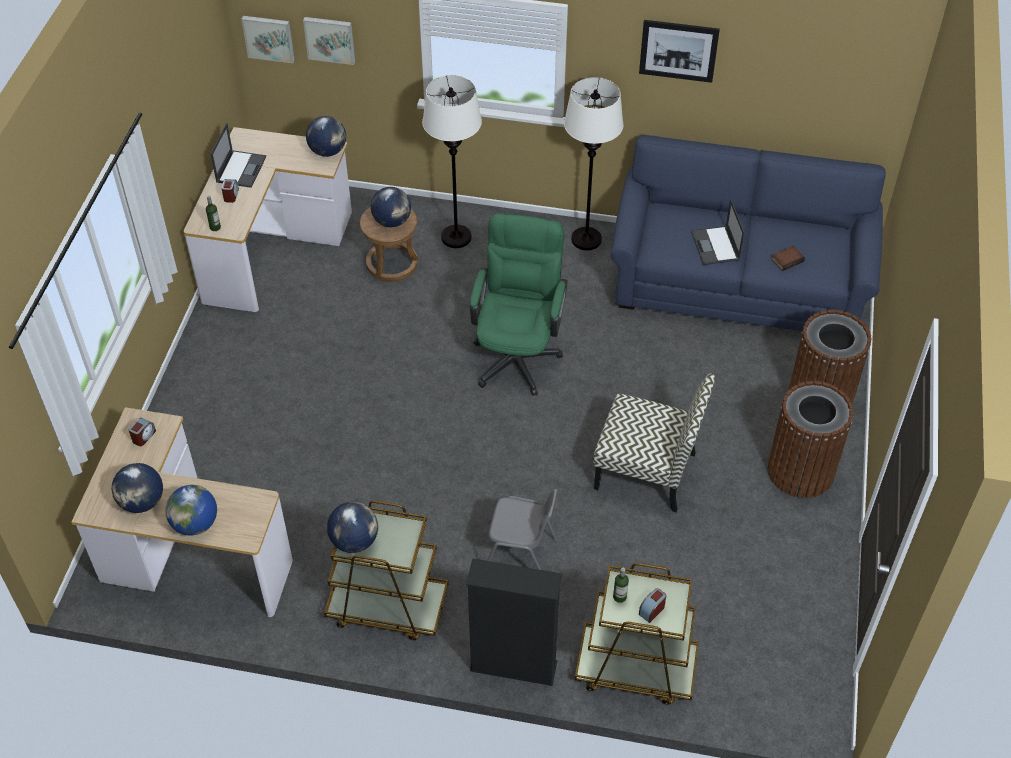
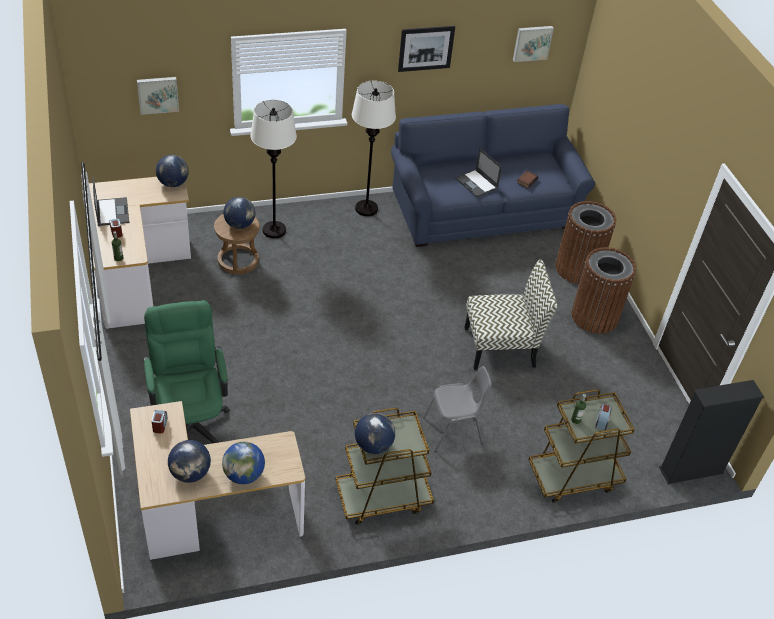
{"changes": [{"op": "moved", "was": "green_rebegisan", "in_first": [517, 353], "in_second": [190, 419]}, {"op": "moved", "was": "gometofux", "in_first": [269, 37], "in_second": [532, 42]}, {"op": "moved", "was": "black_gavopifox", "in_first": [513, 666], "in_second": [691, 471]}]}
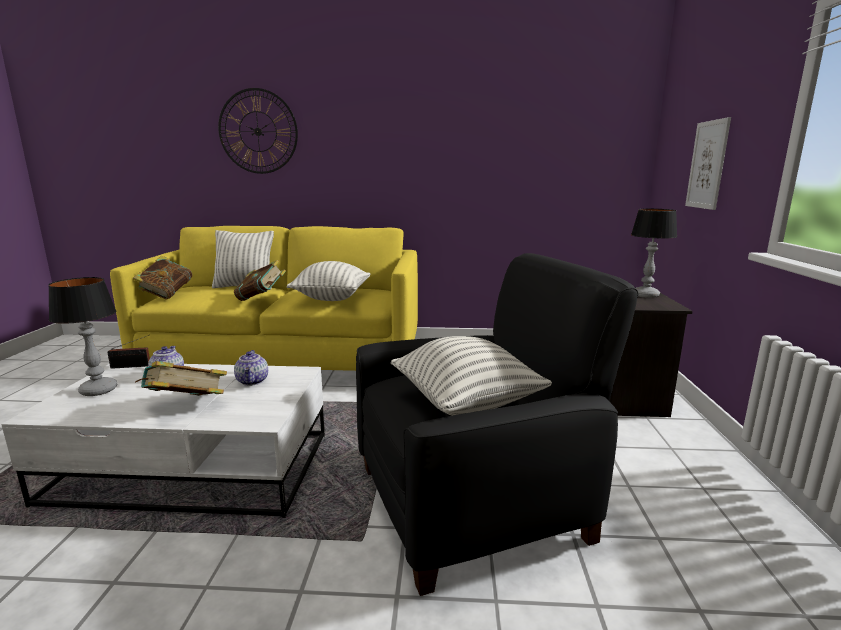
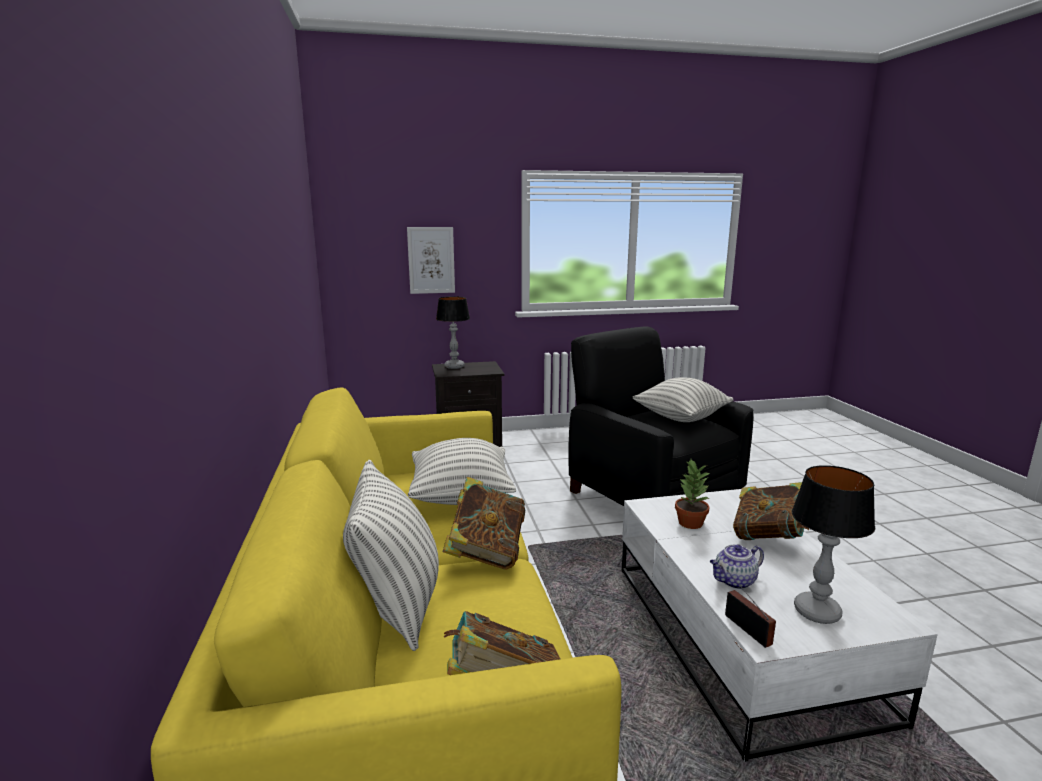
{"changes": [{"op": "replaced", "was": "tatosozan", "now": "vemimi", "in_first": [253, 381], "in_second": [690, 522]}, {"op": "removed", "was": "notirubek", "in_first": [258, 131]}]}
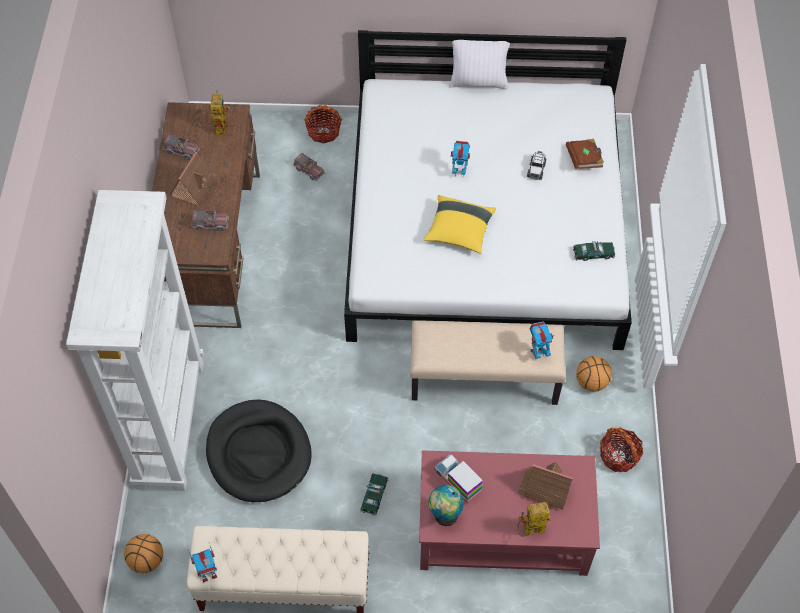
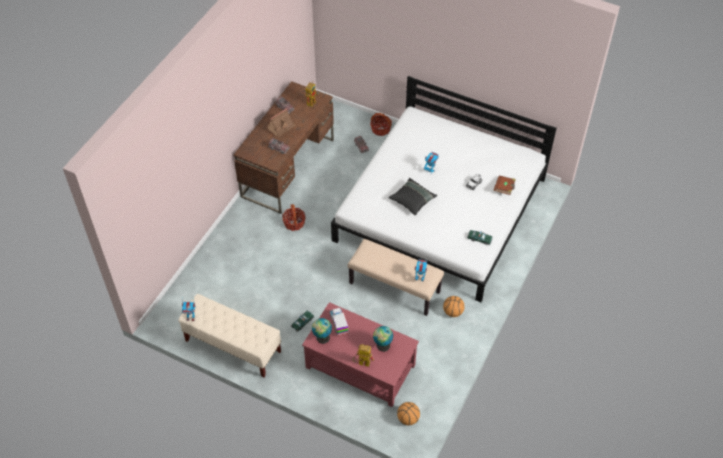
{"changes": [{"op": "moved", "was": "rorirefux", "in_first": [619, 456], "in_second": [294, 223]}, {"op": "replaced", "was": "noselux", "now": "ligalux", "in_first": [545, 488], "in_second": [382, 346]}, {"op": "recoloured", "was": "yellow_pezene", "now": "black_pezene", "in_first": [459, 231], "in_second": [412, 201]}, {"op": "moved", "was": "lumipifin", "in_first": [146, 560], "in_second": [407, 418]}, {"op": "removed", "was": "white_gavopifox", "in_first": [169, 423]}, {"op": "removed", "was": "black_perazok", "in_first": [258, 453]}, {"op": "removed", "was": "white_pezene", "in_first": [478, 82]}]}
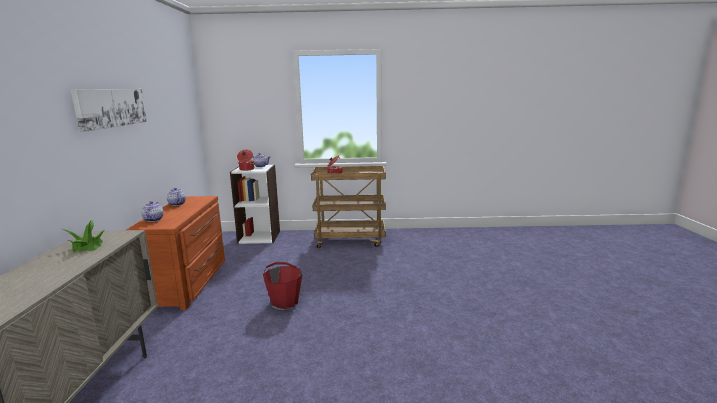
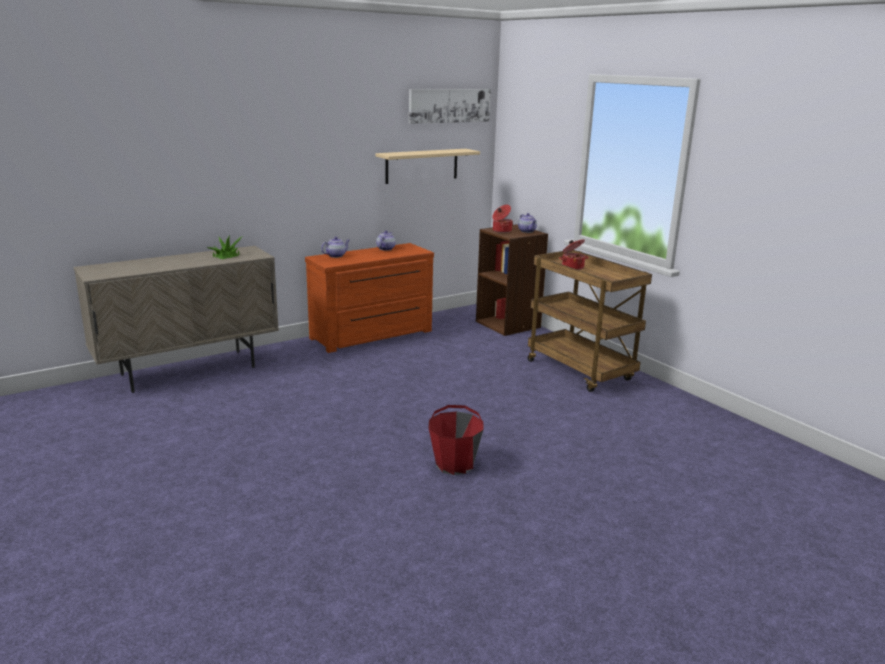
{"changes": [{"op": "added", "now": "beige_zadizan", "in_second": [422, 166]}, {"op": "moved", "was": "gometofux", "in_first": [111, 107], "in_second": [449, 105]}, {"op": "moved", "was": "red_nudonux", "in_first": [284, 303], "in_second": [454, 464]}, {"op": "recoloured", "was": "white_gavopifox", "now": "brown_gavopifox", "in_first": [259, 237], "in_second": [508, 324]}]}
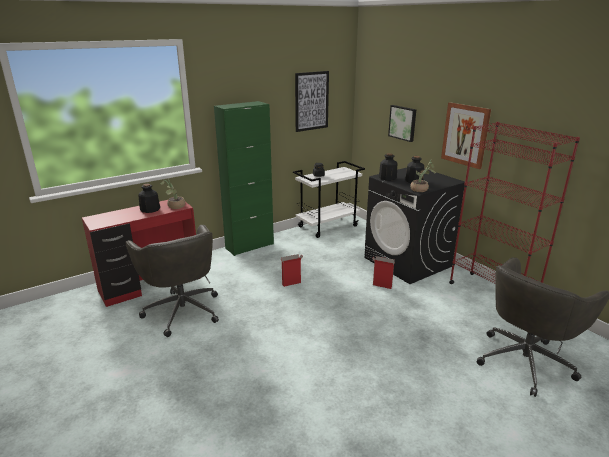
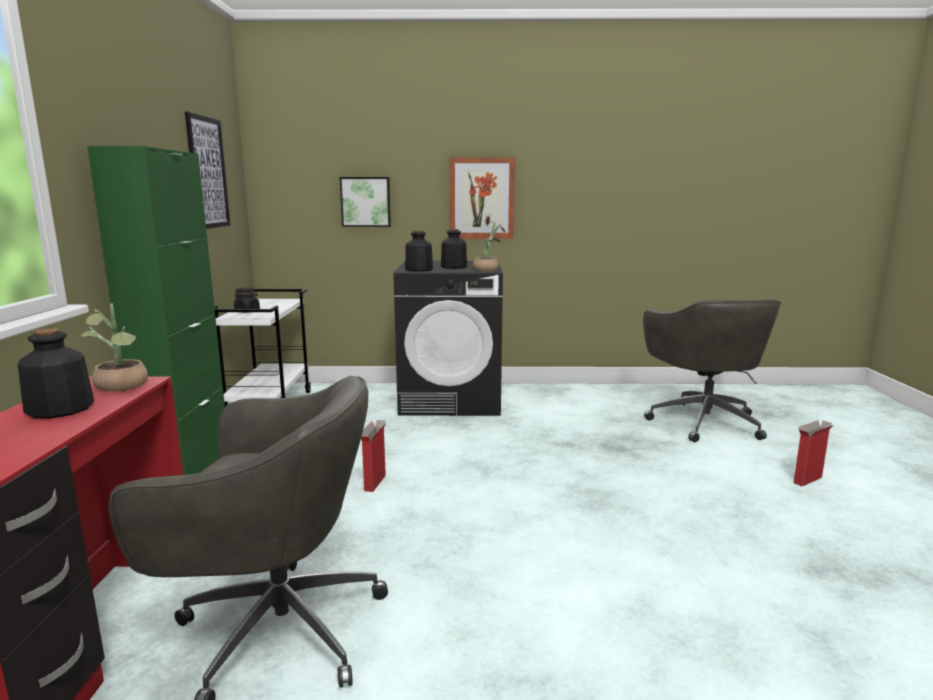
{"changes": [{"op": "moved", "was": "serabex", "in_first": [381, 285], "in_second": [807, 480]}, {"op": "removed", "was": "red_gavopifox", "in_first": [491, 294]}]}
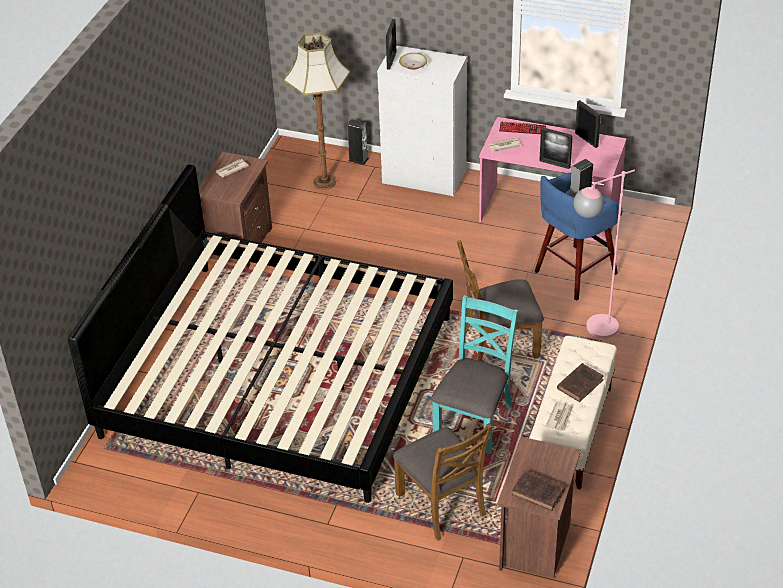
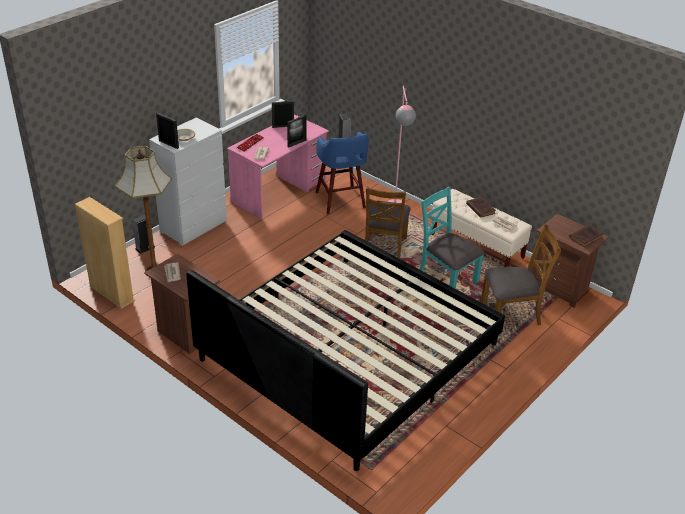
{"changes": [{"op": "added", "now": "beige_gavopifox", "in_second": [112, 293]}]}
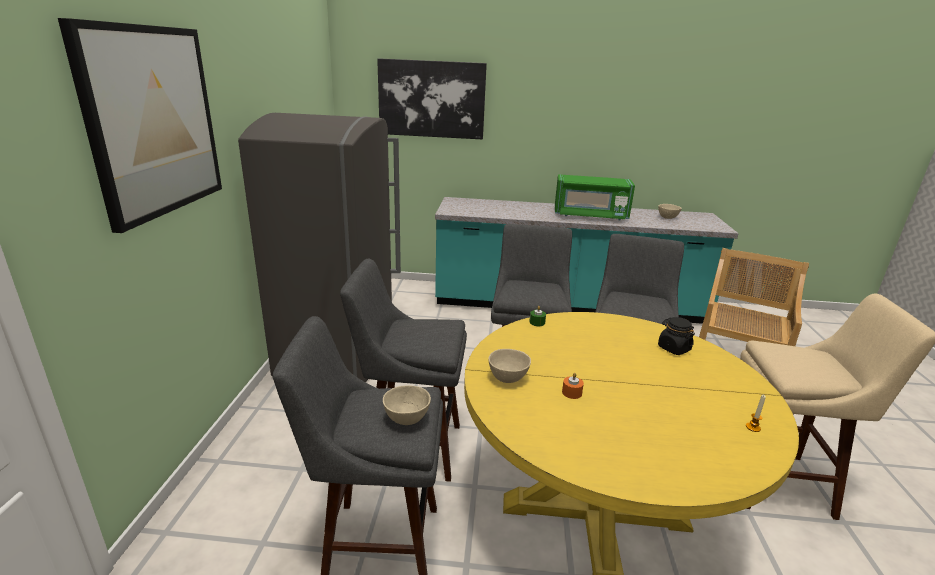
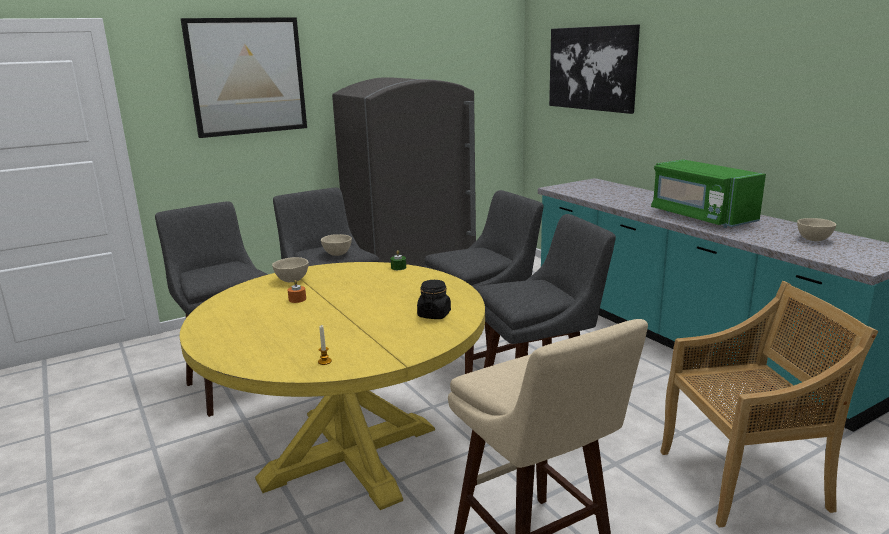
{"changes": [{"op": "moved", "was": "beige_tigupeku", "in_first": [406, 419], "in_second": [337, 254]}]}
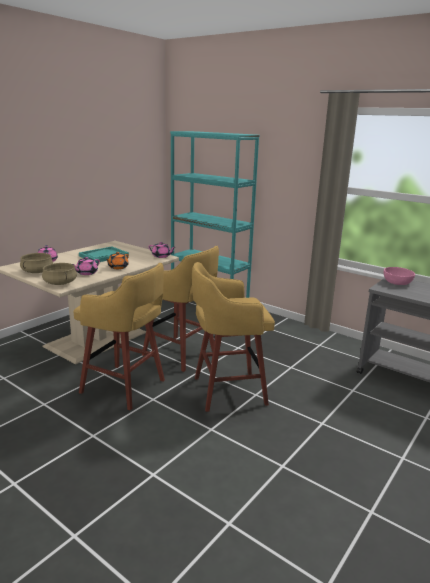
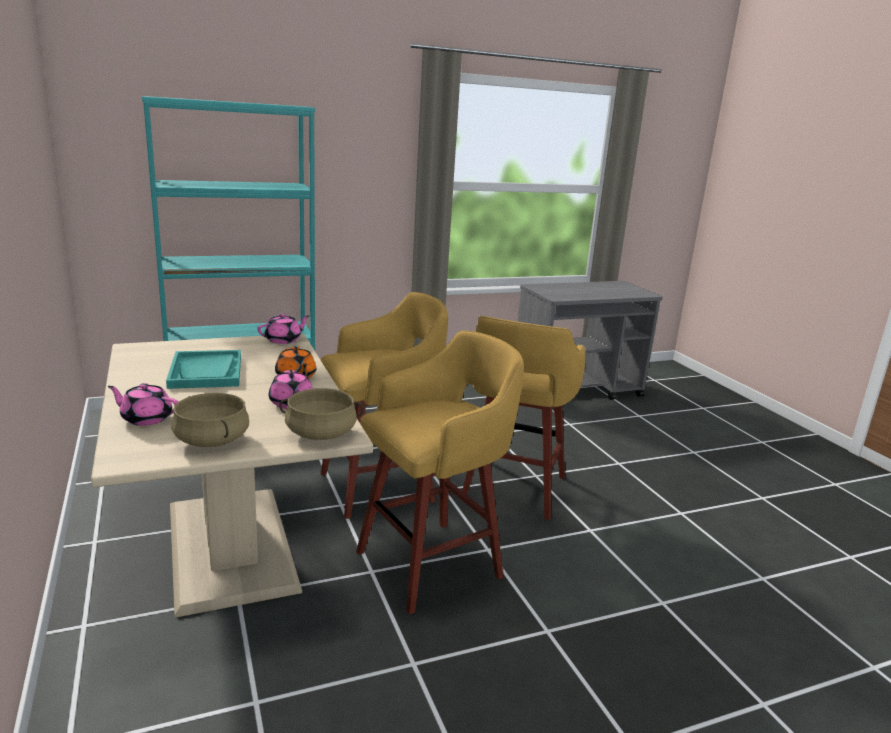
{"changes": [{"op": "removed", "was": "pink_tigupeku", "in_first": [397, 282]}]}
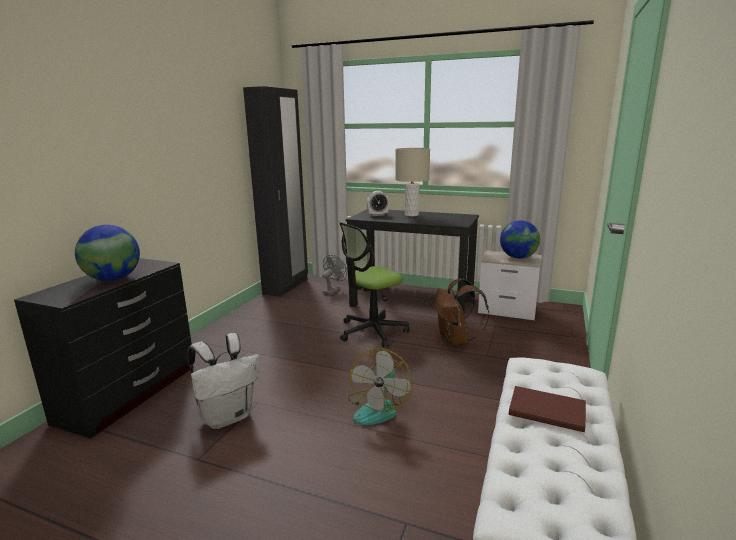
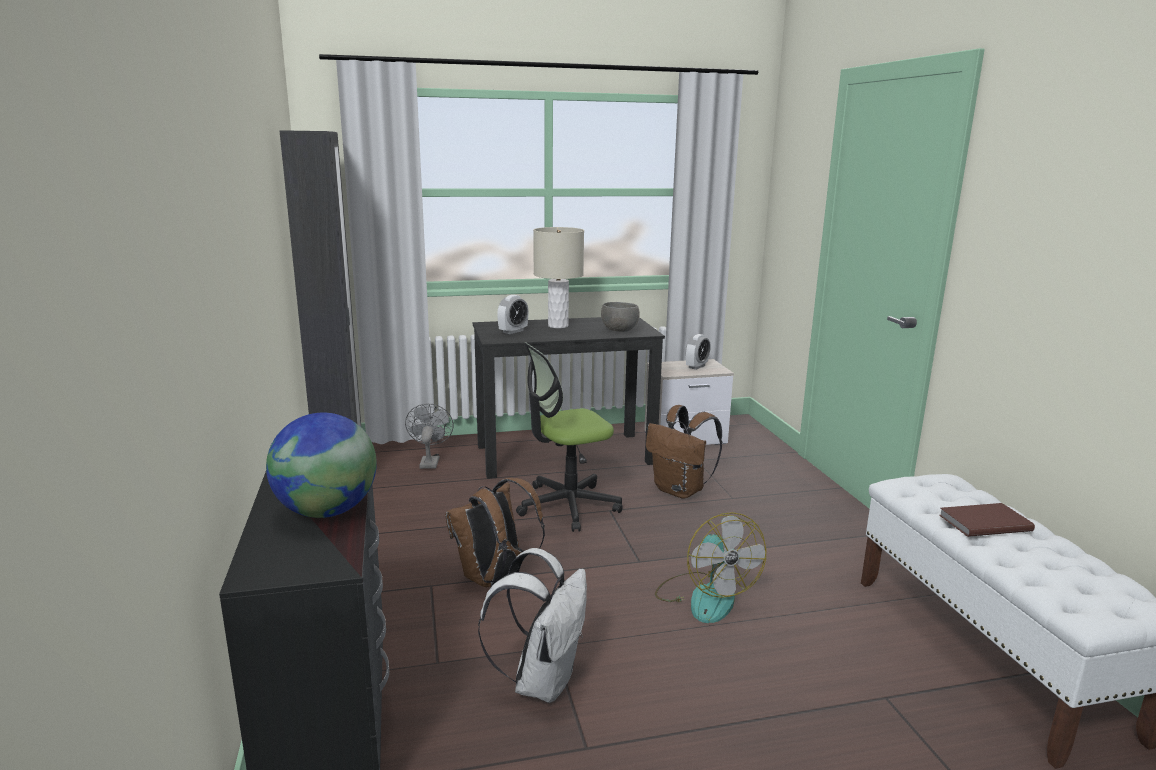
{"changes": [{"op": "added", "now": "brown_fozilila", "in_second": [494, 578]}, {"op": "turned", "was": "rebegisan", "in_first": [372, 331], "in_second": [568, 505], "clockwise": 45}, {"op": "added", "now": "grey_tigupeku", "in_second": [620, 331]}, {"op": "replaced", "was": "ligalux", "now": "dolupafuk", "in_first": [518, 257], "in_second": [696, 366]}]}
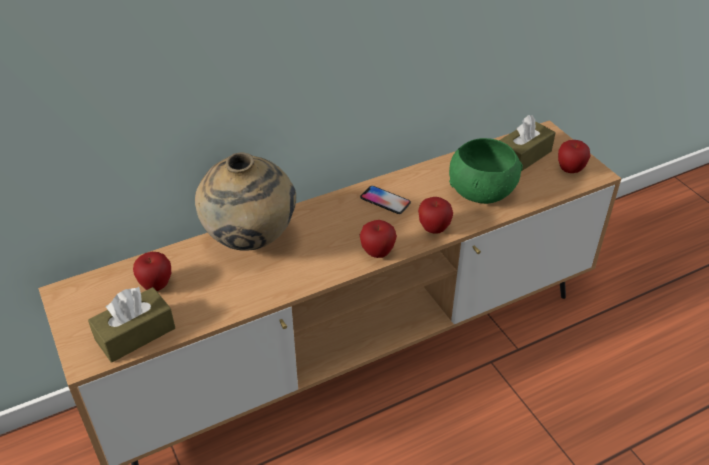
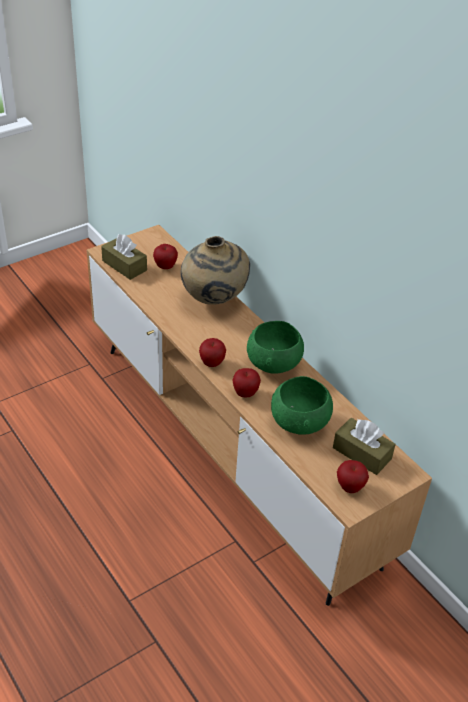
{"changes": [{"op": "replaced", "was": "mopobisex", "now": "green_tigupeku", "in_first": [385, 200], "in_second": [273, 365]}]}
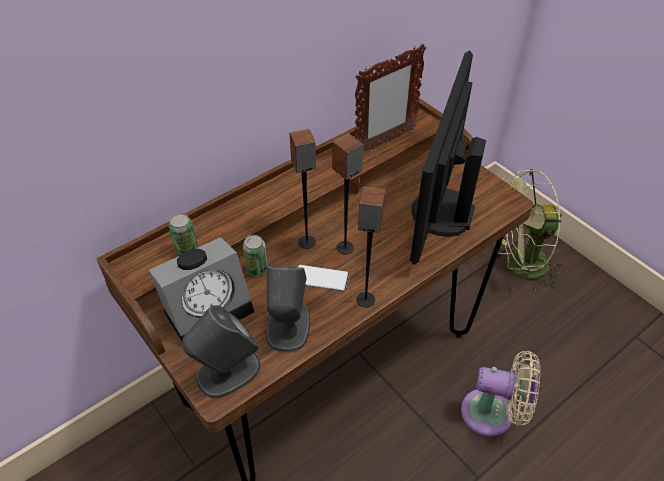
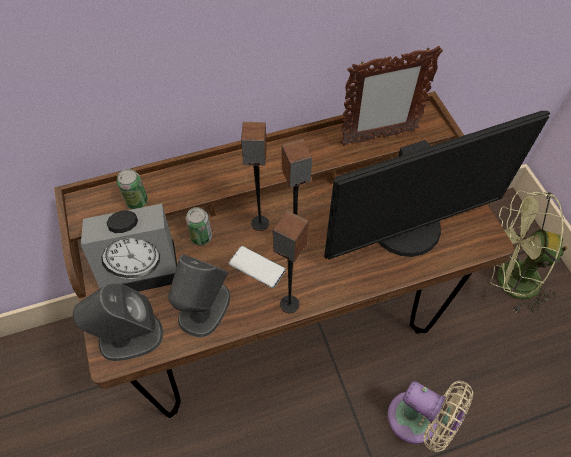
{"changes": [{"op": "turned", "was": "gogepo", "in_first": [440, 212], "in_second": [407, 229], "clockwise": -150}]}
